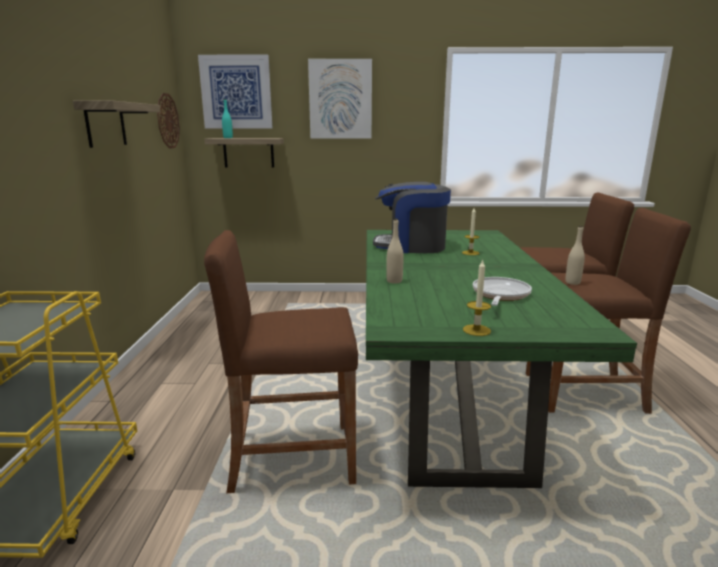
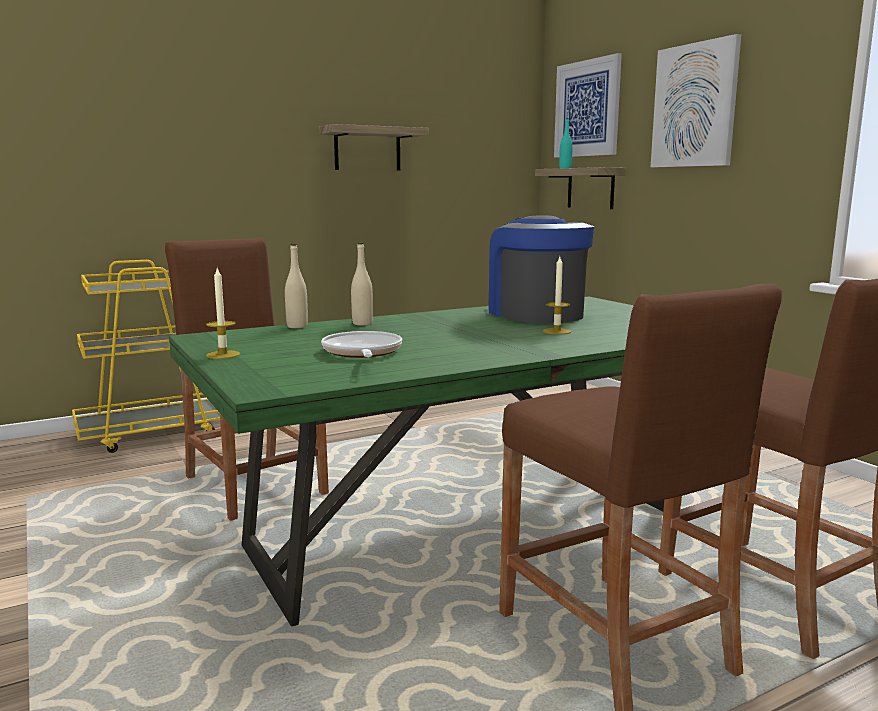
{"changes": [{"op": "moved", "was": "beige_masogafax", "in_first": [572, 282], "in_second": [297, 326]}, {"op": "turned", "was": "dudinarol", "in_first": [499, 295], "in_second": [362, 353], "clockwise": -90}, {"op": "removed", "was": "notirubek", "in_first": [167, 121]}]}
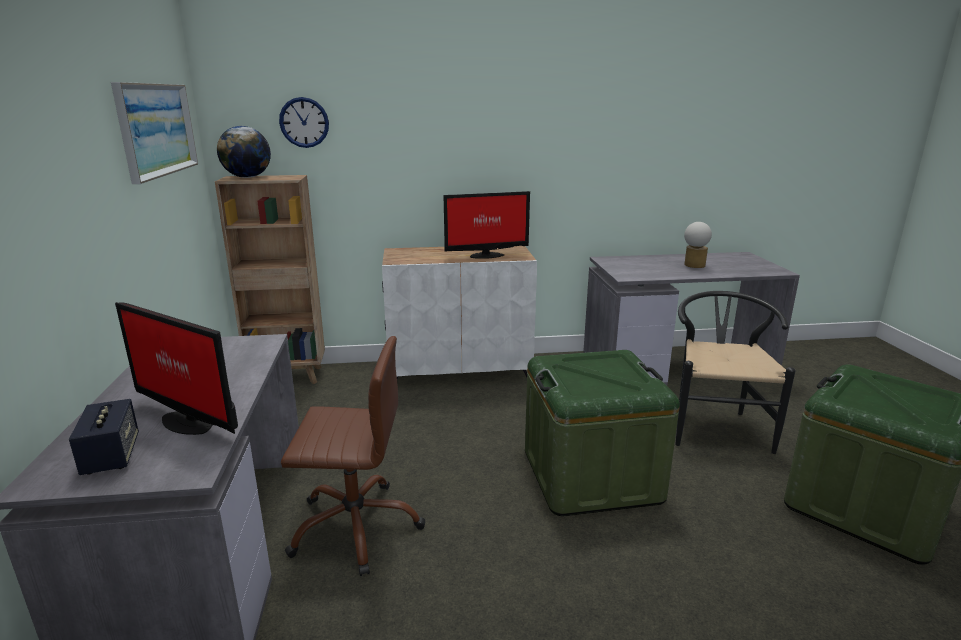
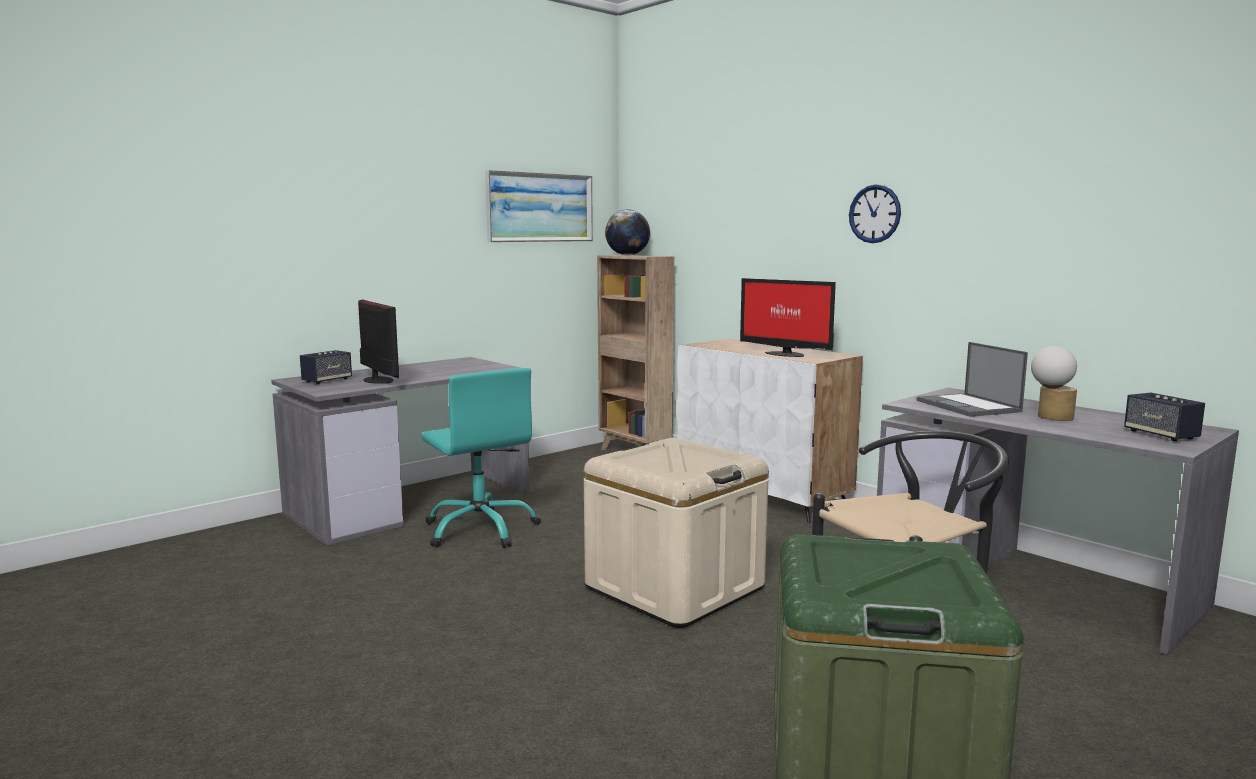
{"changes": [{"op": "turned", "was": "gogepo", "in_first": [189, 421], "in_second": [378, 380], "clockwise": 150}, {"op": "recoloured", "was": "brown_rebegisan", "now": "turquoise_rebegisan", "in_first": [356, 526], "in_second": [481, 529]}, {"op": "recoloured", "was": "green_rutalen", "now": "beige_rutalen", "in_first": [591, 476], "in_second": [674, 587]}, {"op": "moved", "was": "notirubek", "in_first": [304, 122], "in_second": [874, 214]}, {"op": "added", "now": "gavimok", "in_second": [969, 406]}, {"op": "added", "now": "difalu", "in_second": [1160, 435]}]}
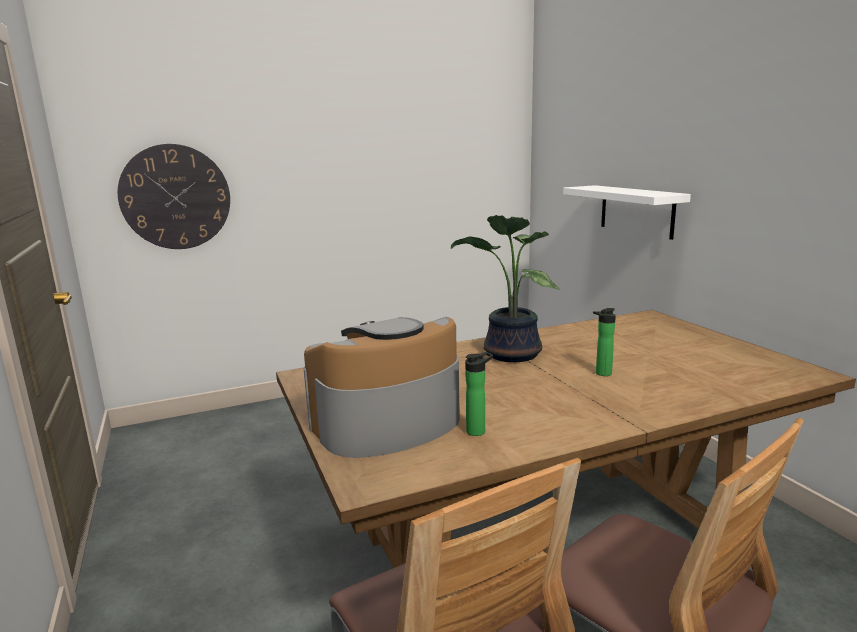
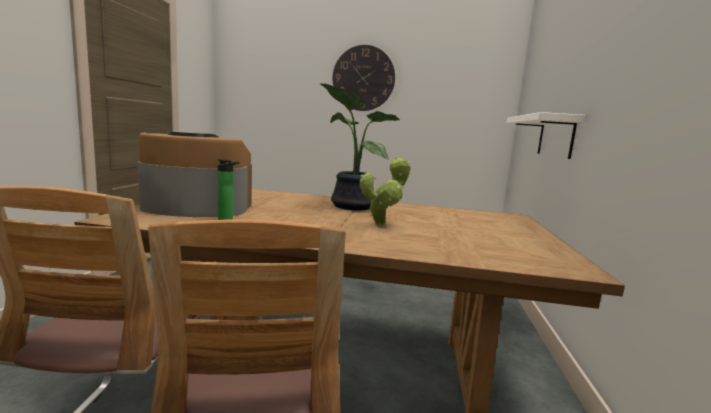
{"changes": [{"op": "moved", "was": "notirubek", "in_first": [175, 197], "in_second": [363, 78]}, {"op": "replaced", "was": "masogafax", "now": "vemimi", "in_first": [601, 374], "in_second": [382, 225]}]}
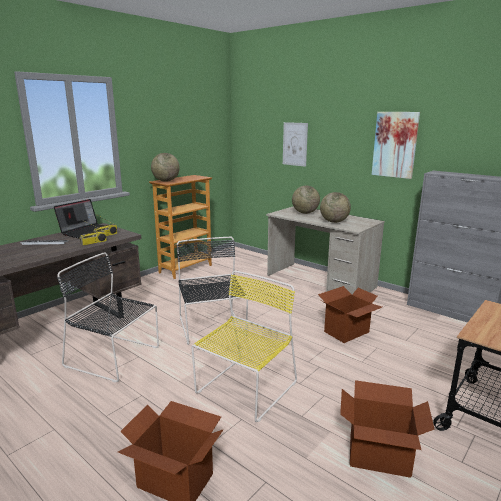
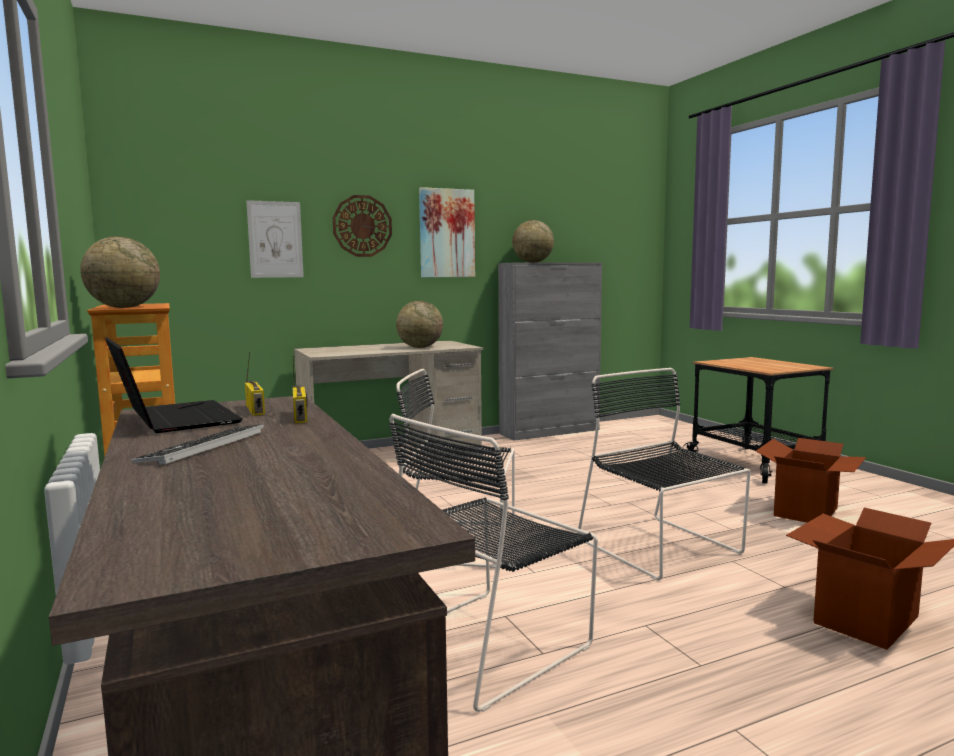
{"changes": [{"op": "added", "now": "notirubek", "in_second": [362, 226]}, {"op": "moved", "was": "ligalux", "in_first": [305, 213], "in_second": [532, 262]}, {"op": "recoloured", "was": "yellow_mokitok", "now": "black_mokitok", "in_first": [245, 389], "in_second": [662, 548]}, {"op": "removed", "was": "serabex", "in_first": [347, 332]}]}
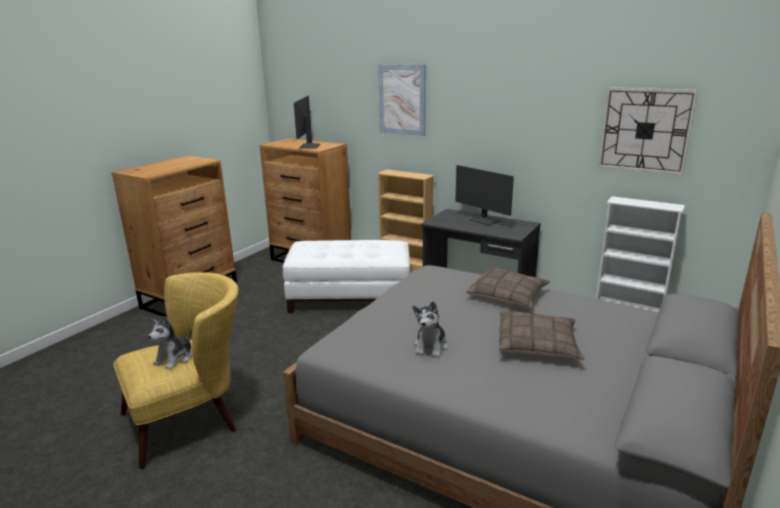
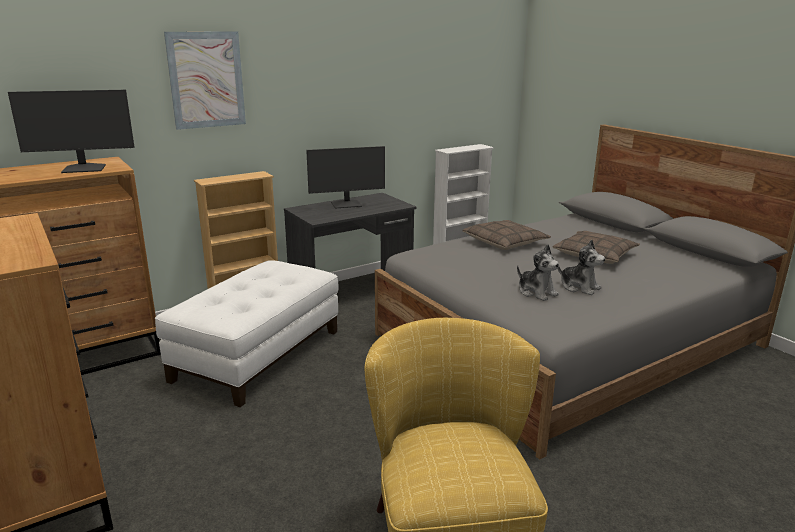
{"changes": [{"op": "turned", "was": "gogepo", "in_first": [308, 146], "in_second": [84, 169], "clockwise": -45}, {"op": "moved", "was": "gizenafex", "in_first": [175, 358], "in_second": [536, 292]}, {"op": "removed", "was": "notirubek", "in_first": [645, 130]}]}
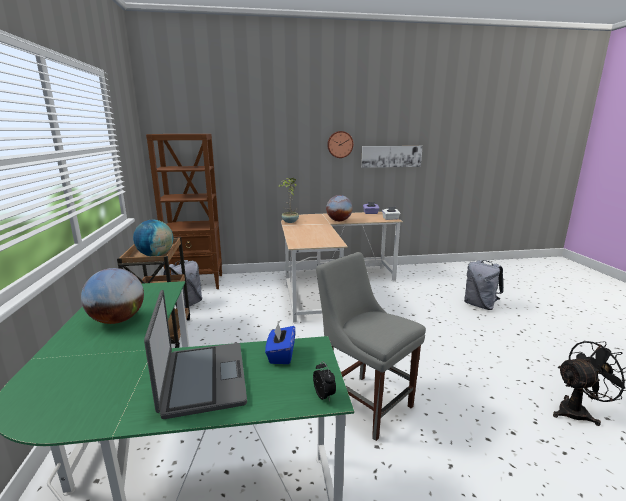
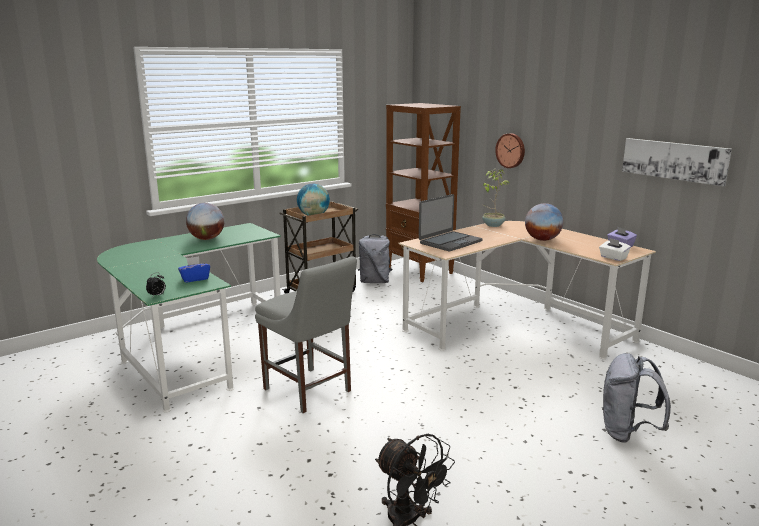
{"changes": [{"op": "turned", "was": "grey_mokitok", "in_first": [364, 402], "in_second": [309, 391], "clockwise": 120}, {"op": "moved", "was": "gavimok", "in_first": [202, 379], "in_second": [450, 242]}, {"op": "moved", "was": "notirubek", "in_first": [340, 144], "in_second": [511, 150]}]}
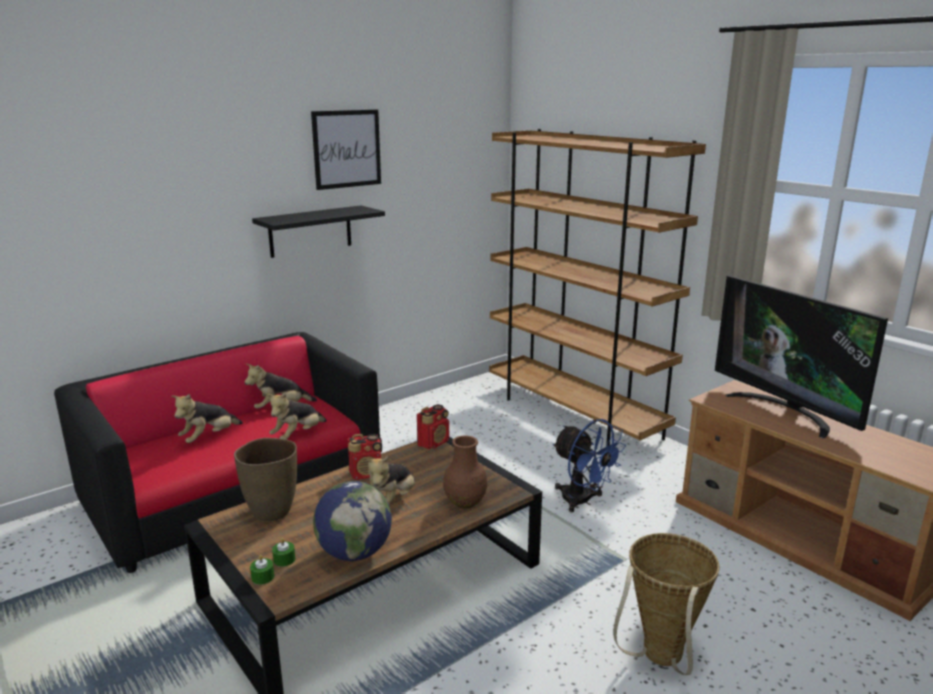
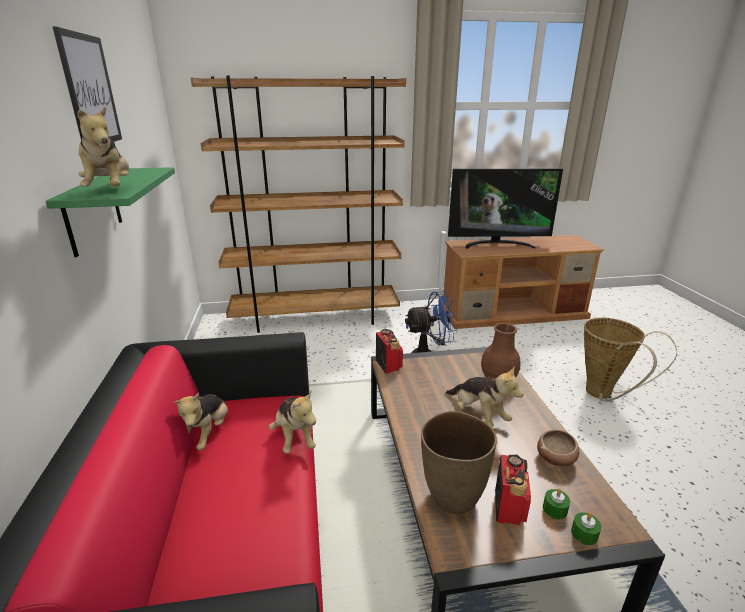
{"changes": [{"op": "recoloured", "was": "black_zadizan", "now": "green_zadizan", "in_first": [310, 231], "in_second": [93, 210]}, {"op": "moved", "was": "gizenafex", "in_first": [209, 438], "in_second": [111, 191]}, {"op": "moved", "was": "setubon", "in_first": [366, 474], "in_second": [509, 507]}, {"op": "replaced", "was": "ligalux", "now": "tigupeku", "in_first": [354, 553], "in_second": [556, 458]}]}
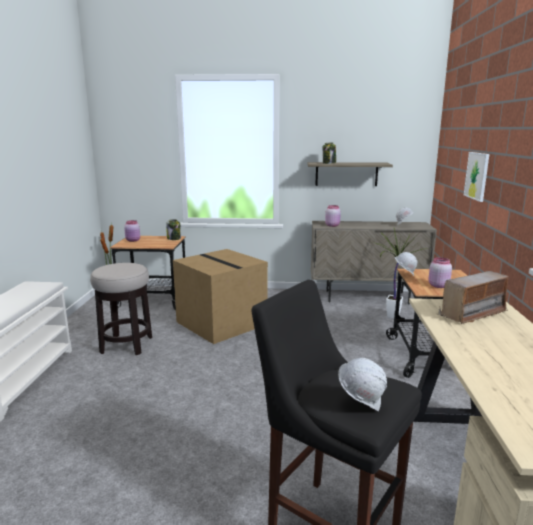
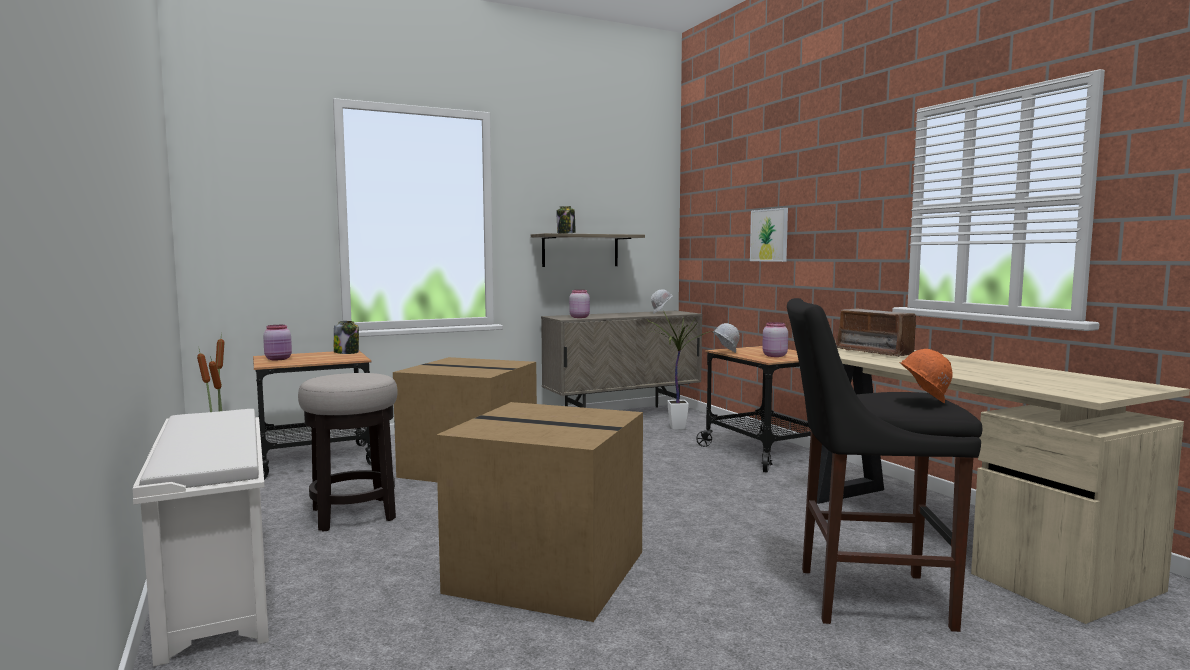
{"changes": [{"op": "added", "now": "serabex", "in_second": [544, 572]}, {"op": "turned", "was": "setubon", "in_first": [473, 313], "in_second": [875, 352], "clockwise": 120}, {"op": "recoloured", "was": "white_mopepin", "now": "orange_mopepin", "in_first": [361, 403], "in_second": [922, 403]}]}
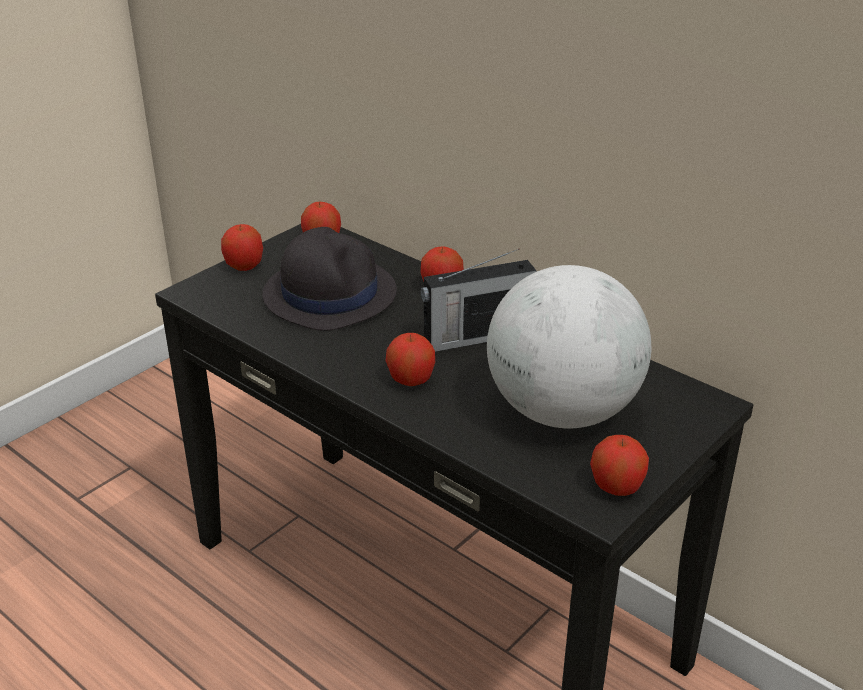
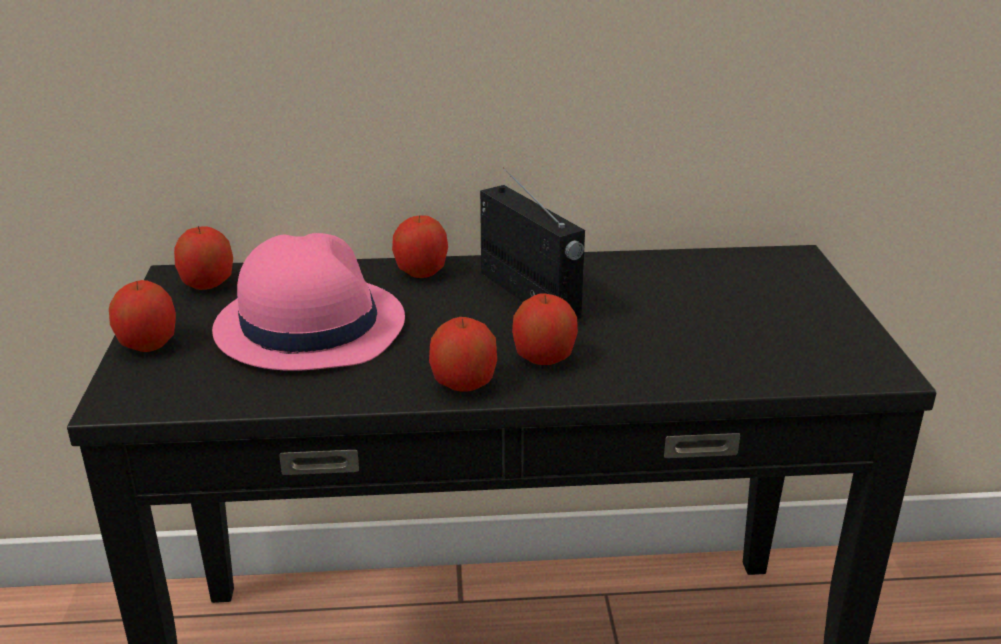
{"changes": [{"op": "recoloured", "was": "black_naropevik", "now": "pink_naropevik", "in_first": [329, 293], "in_second": [309, 325]}, {"op": "moved", "was": "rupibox", "in_first": [616, 487], "in_second": [463, 384]}, {"op": "turned", "was": "setubon", "in_first": [476, 337], "in_second": [530, 295], "clockwise": -60}, {"op": "removed", "was": "ligalux", "in_first": [562, 411]}]}
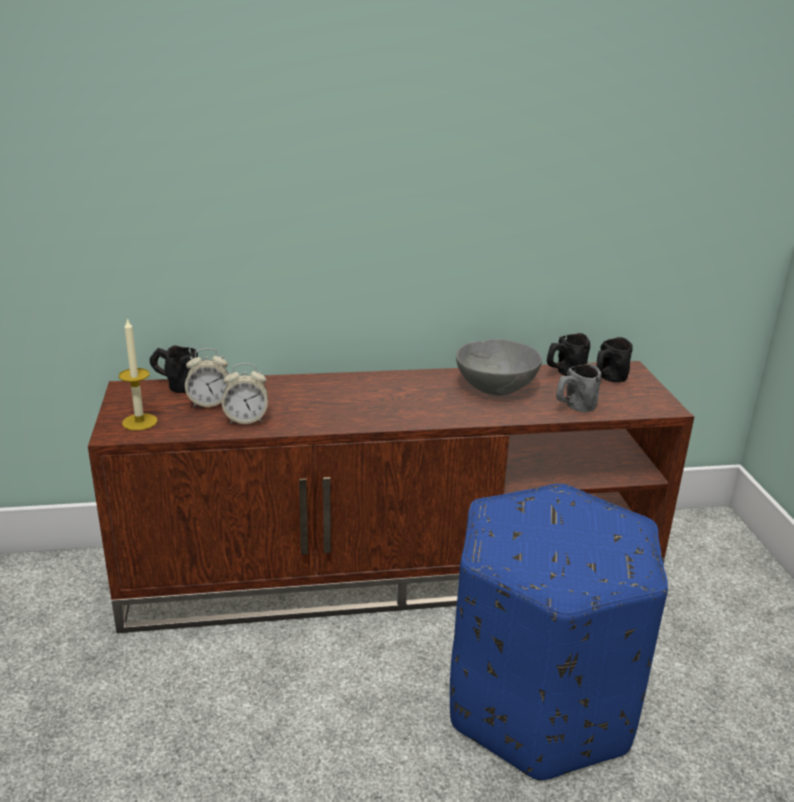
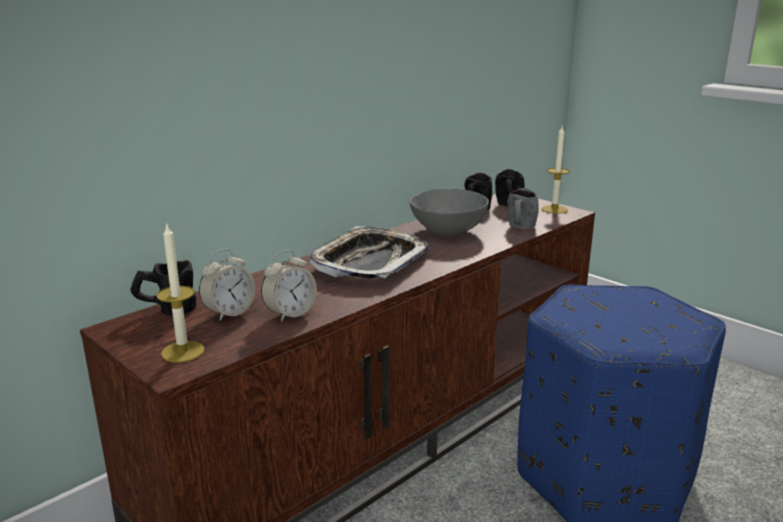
{"changes": [{"op": "added", "now": "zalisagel", "in_second": [369, 261]}, {"op": "added", "now": "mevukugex", "in_second": [554, 209]}]}
